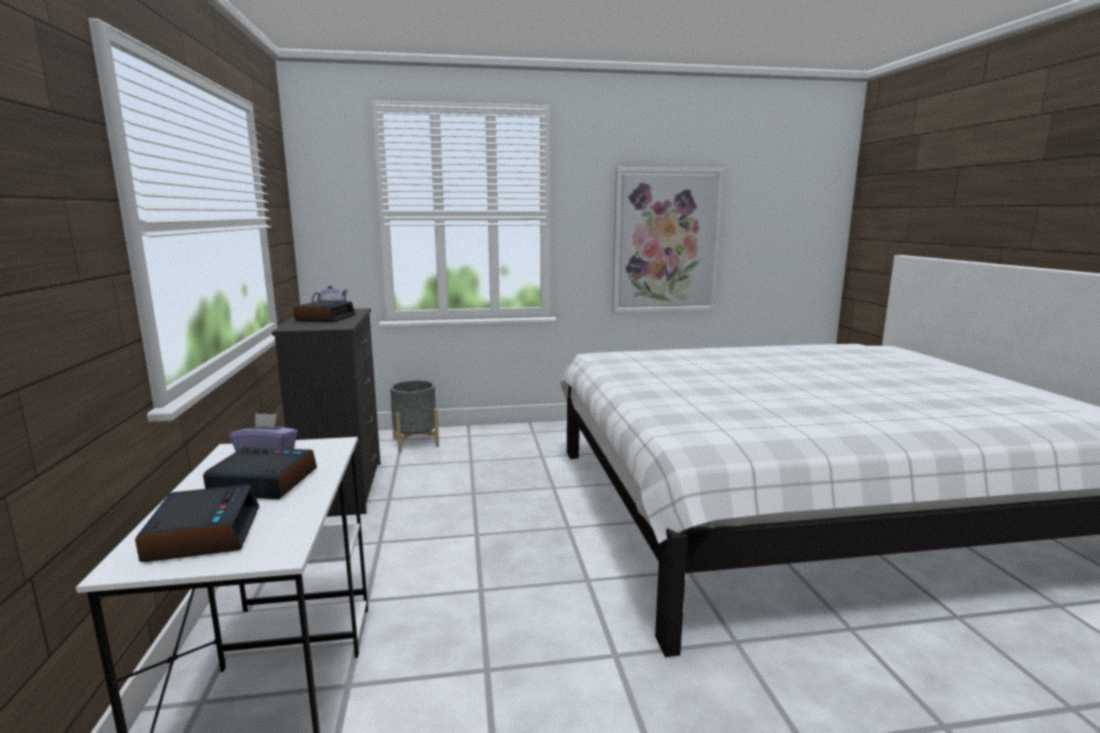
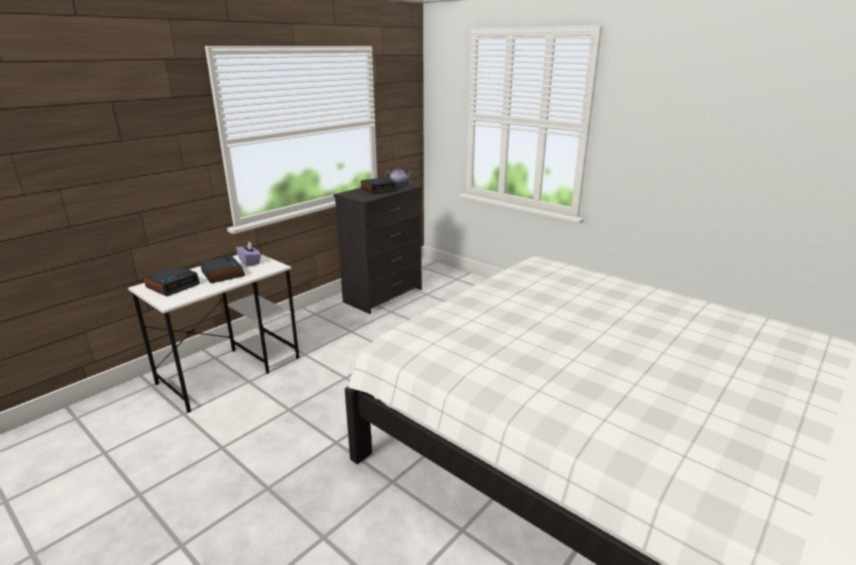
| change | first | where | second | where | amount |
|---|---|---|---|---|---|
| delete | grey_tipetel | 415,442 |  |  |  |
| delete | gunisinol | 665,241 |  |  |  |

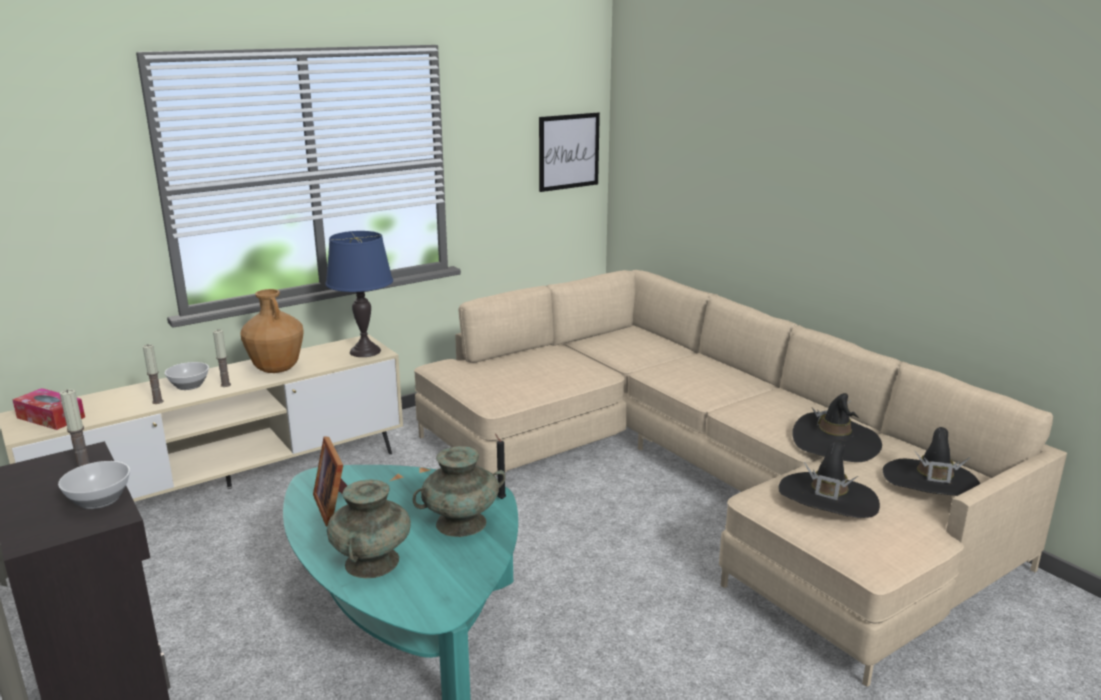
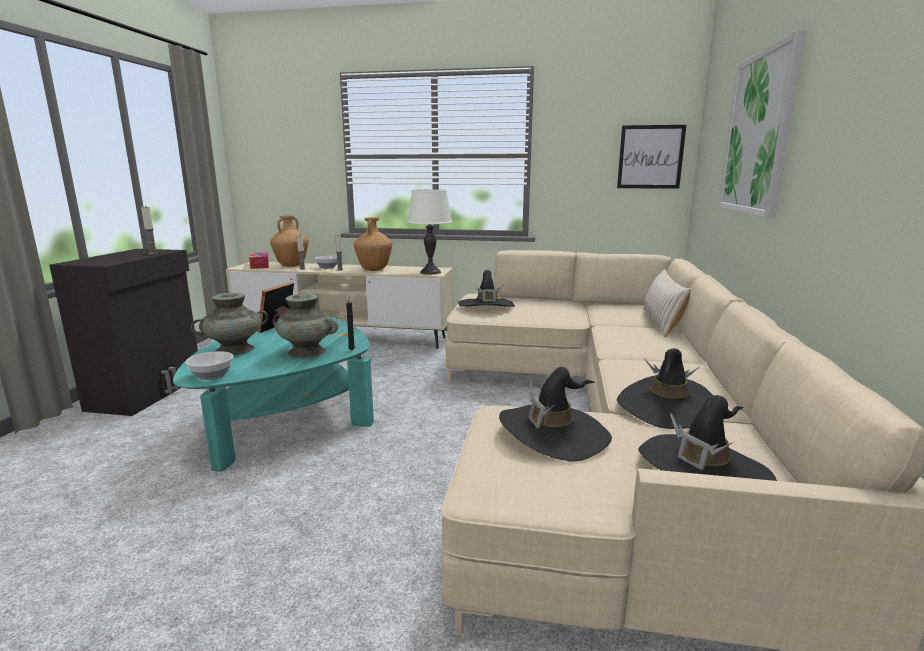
| change | first | where | second | where | amount |
|---|---|---|---|---|---|
| move | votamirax | 100,499 |  | 213,375 |  |
| insert |  |  | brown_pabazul | 292,265 |  |
| recolor | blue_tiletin | 365,351 | white_tiletin | 430,272 |  |
| insert |  |  | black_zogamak | 486,306 |  |
| insert |  |  | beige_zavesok | 661,322 |  |
| insert |  |  | gunisinol | 758,134 |  |

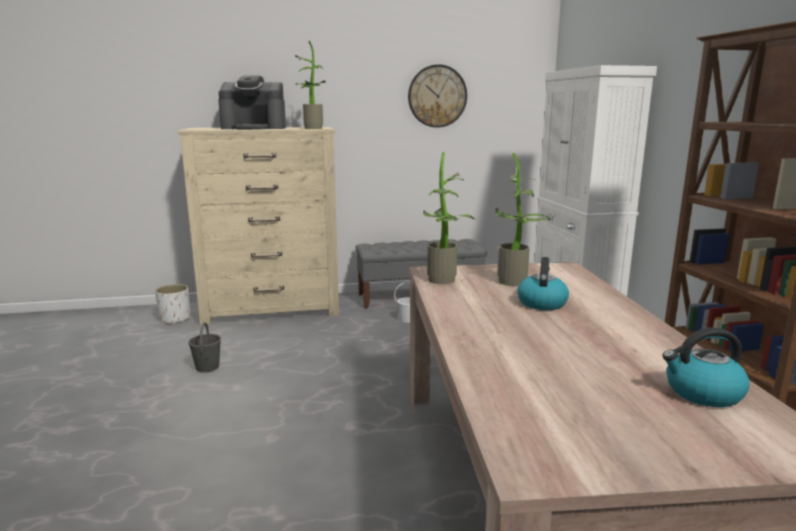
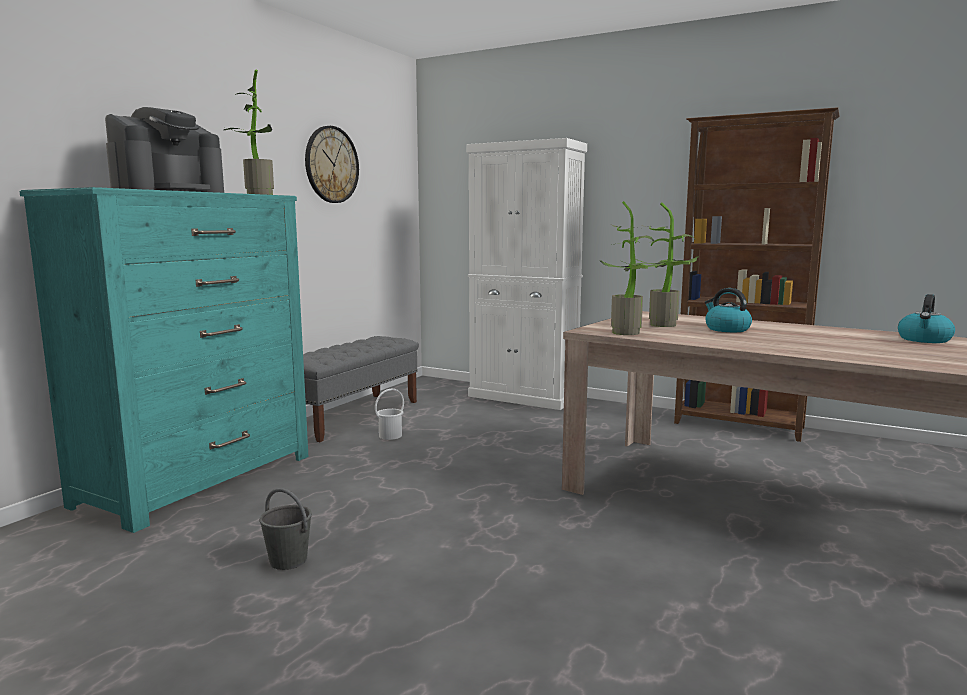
| change | first | where | second | where | amount |
|---|---|---|---|---|---|
| recolor | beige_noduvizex | 272,309 | turquoise_noduvizex | 199,479 |  |
| delete | white_tipetel | 175,319 |  |  |  |

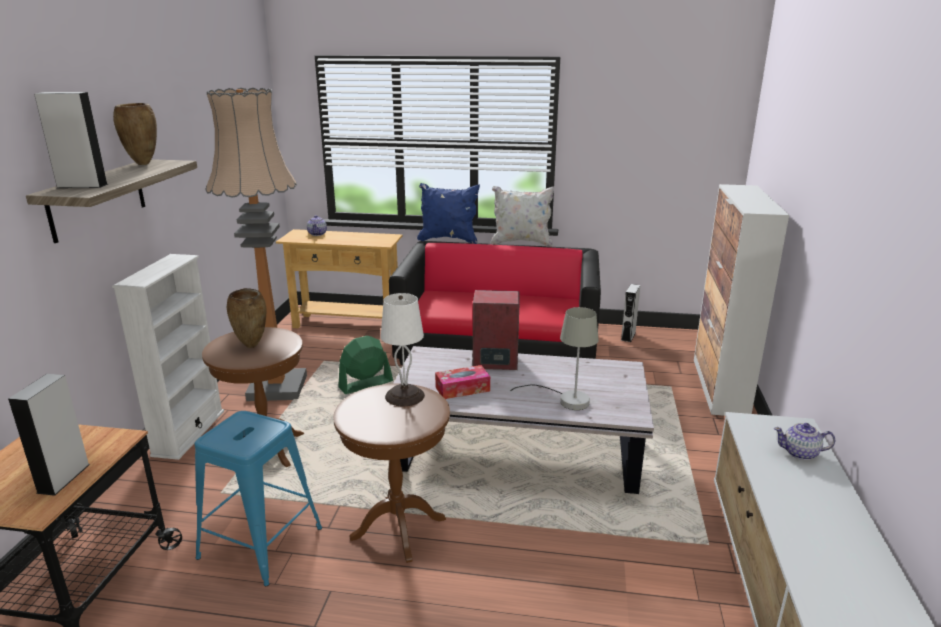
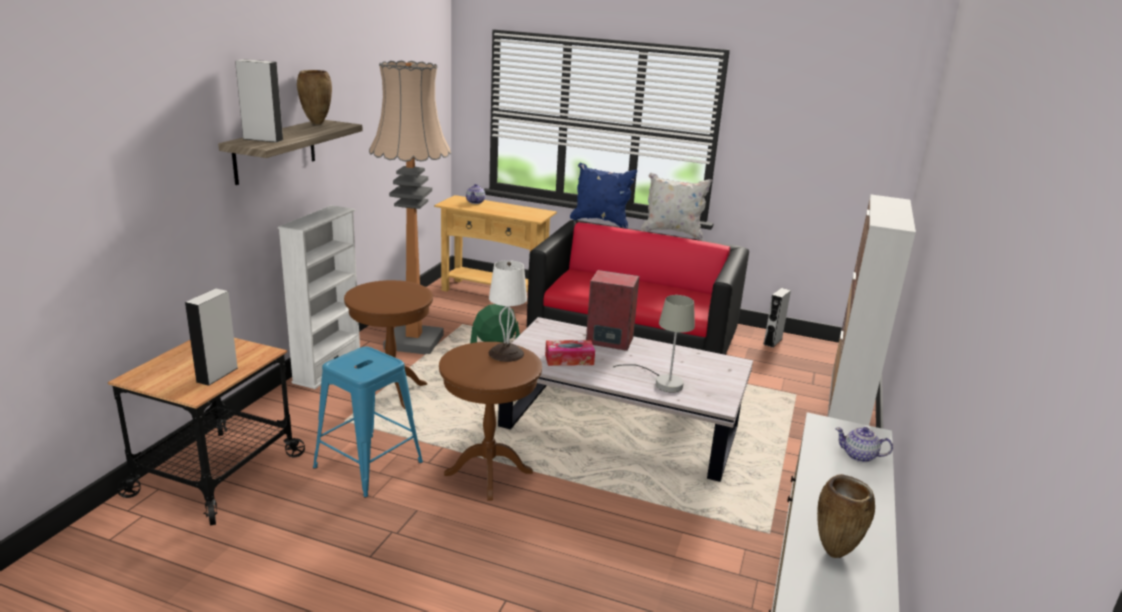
| change | first | where | second | where | amount |
|---|---|---|---|---|---|
| move | brown_pabazul | 252,346 |  | 835,554 |  |

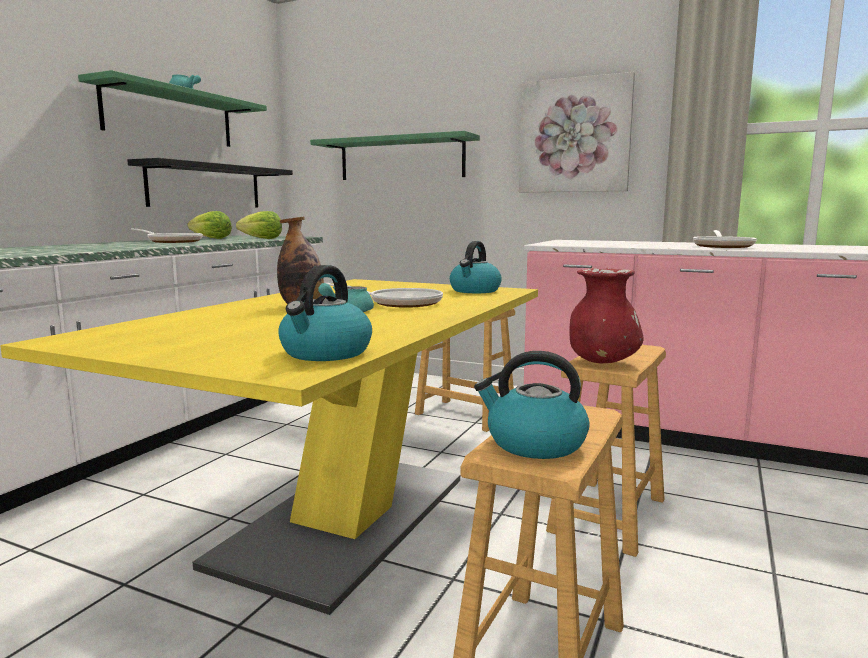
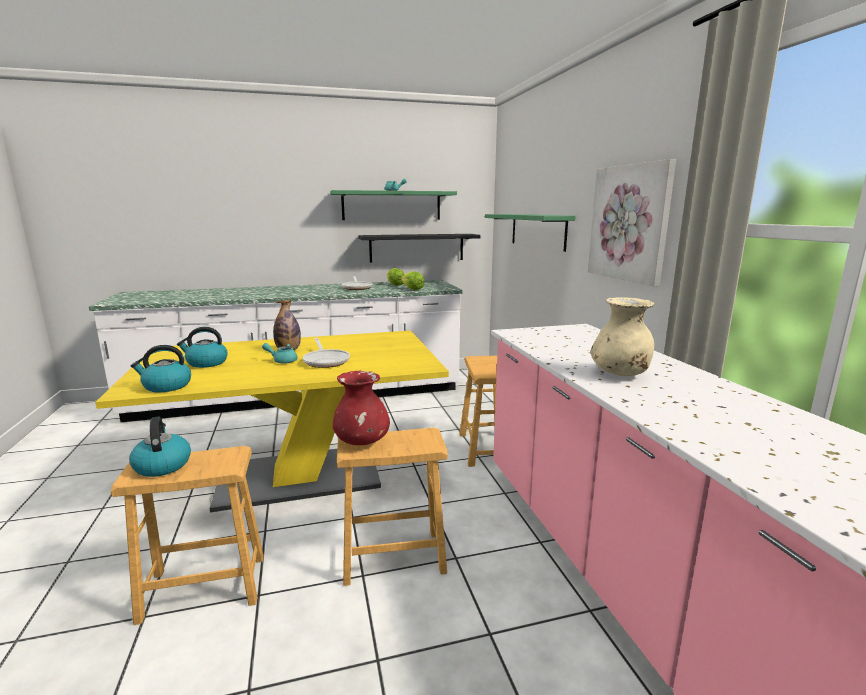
| change | first | where | second | where | amount |
|---|---|---|---|---|---|
| move | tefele | 475,291 |  | 206,363 |  |
| replace | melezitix | 723,246 | beige_pabazul | 620,374 |  |

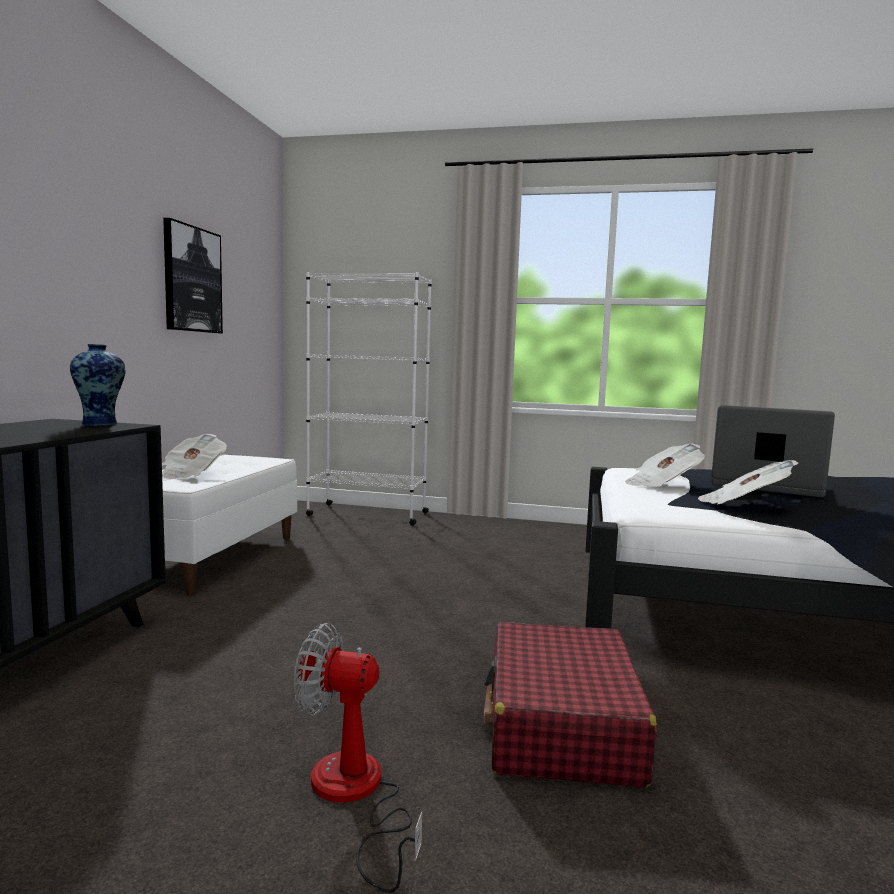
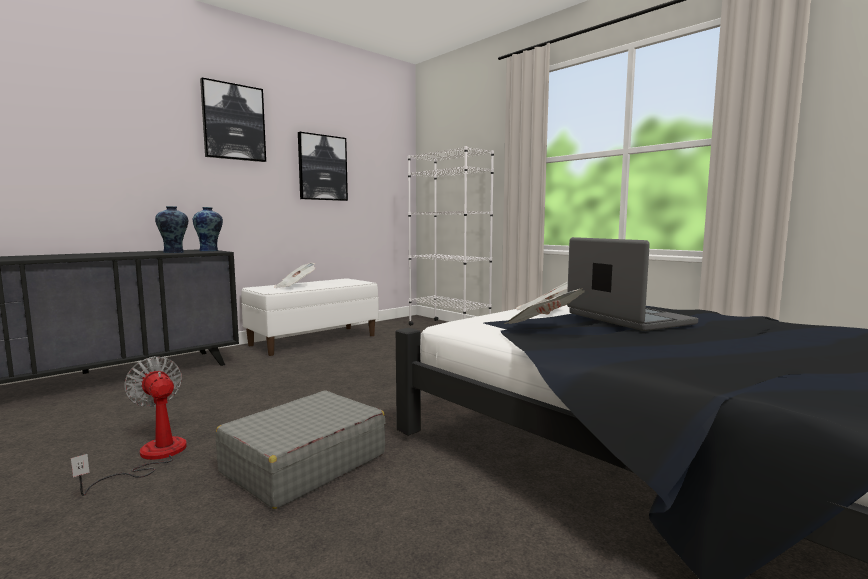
| change | first | where | second | where | amount |
|---|---|---|---|---|---|
| insert |  |  | pabazul | 174,252 |  |
| insert |  |  | gunisinol | 233,122 |  |
| recolor | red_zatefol | 561,725 | grey_zatefol | 303,463 |  |

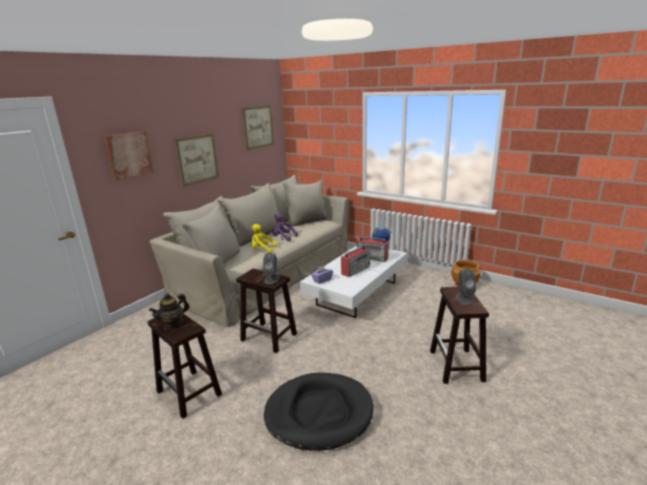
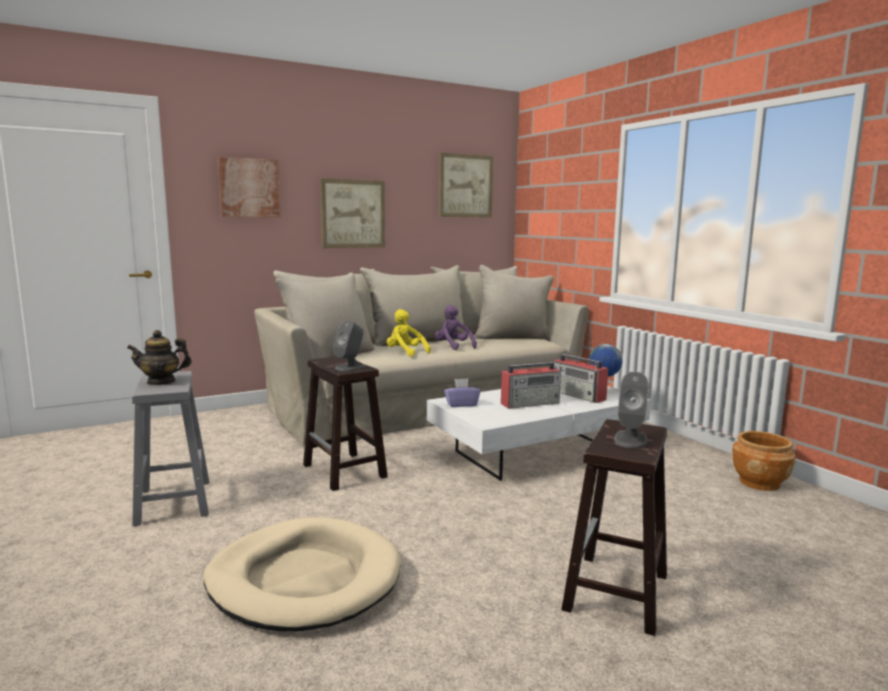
| change | first | where | second | where | amount |
|---|---|---|---|---|---|
| recolor | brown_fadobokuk | 189,393 | grey_fadobokuk | 174,503 |  |
| recolor | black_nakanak | 319,413 | beige_nakanak | 304,579 |  |

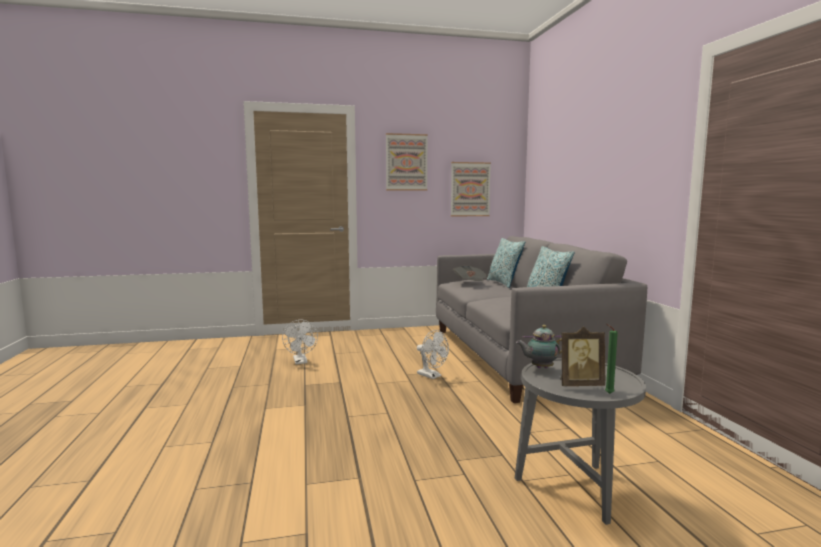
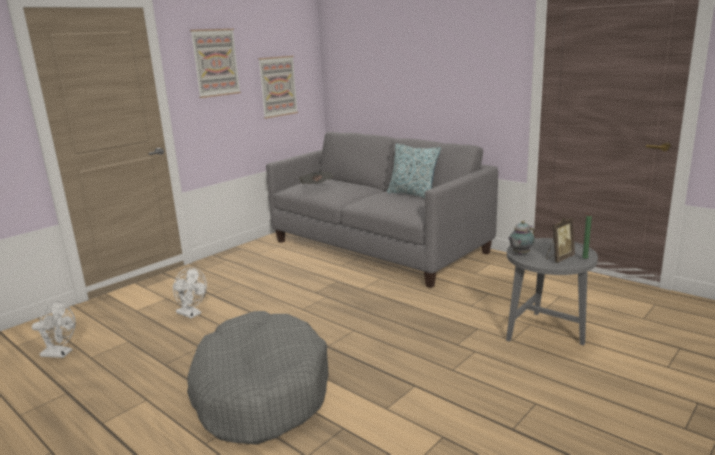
| change | first | where | second | where | amount |
|---|---|---|---|---|---|
| move | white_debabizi | 432,376 |  | 61,353 |  |
| insert |  |  | grey_nakanak | 260,391 |  |
| delete | zavesok | 504,283 |  |  |  |

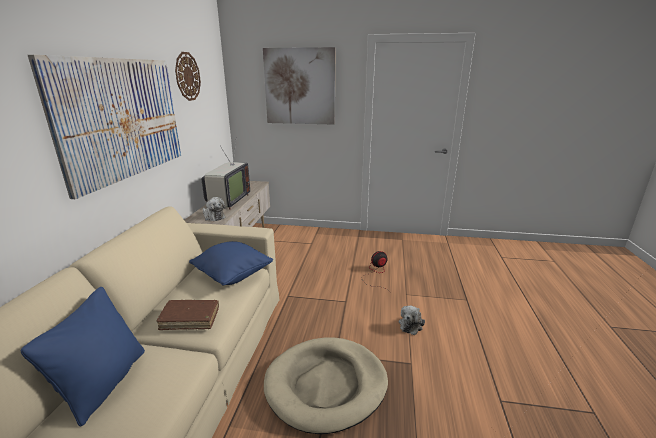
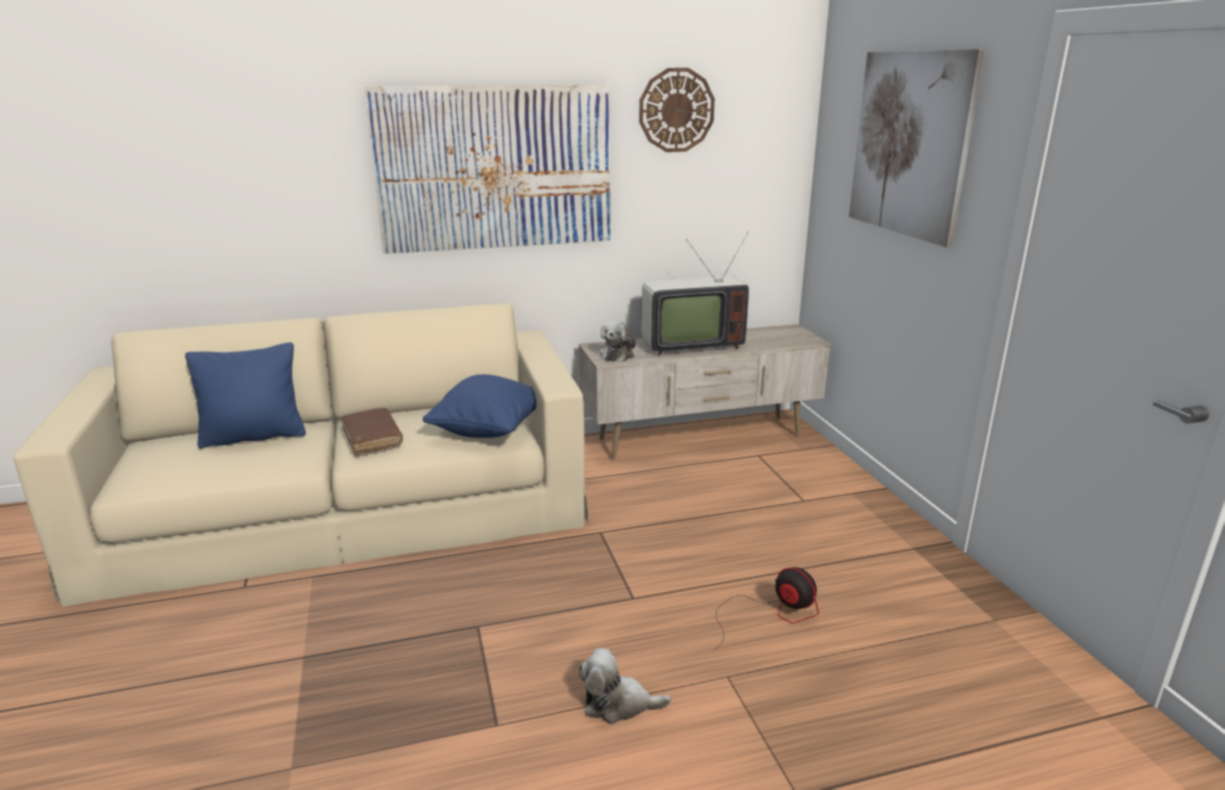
| change | first | where | second | where | amount |
|---|---|---|---|---|---|
| delete | beige_nakanak | 326,385 |  |  |  |

